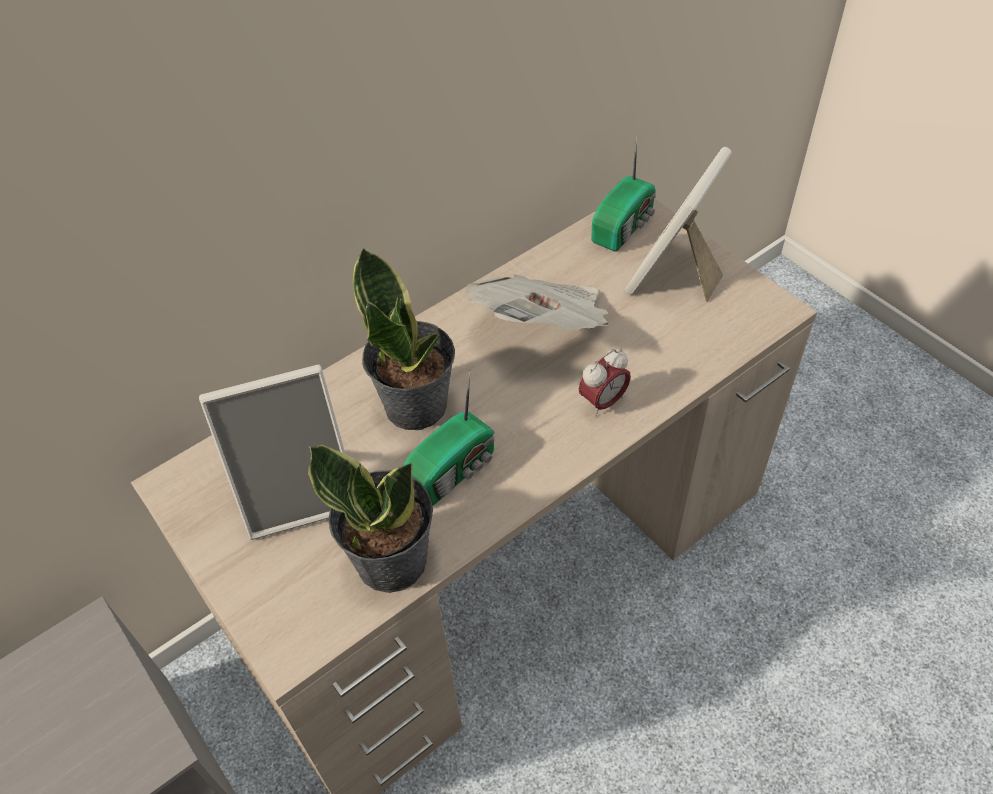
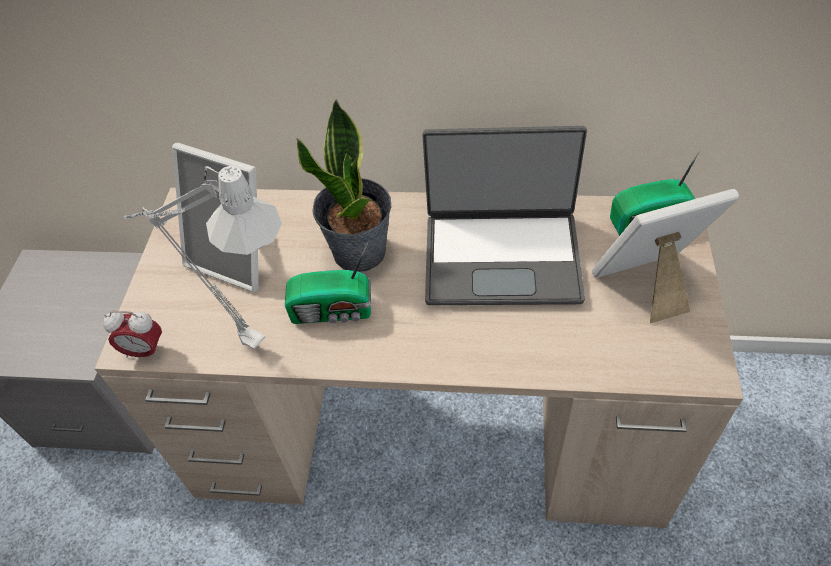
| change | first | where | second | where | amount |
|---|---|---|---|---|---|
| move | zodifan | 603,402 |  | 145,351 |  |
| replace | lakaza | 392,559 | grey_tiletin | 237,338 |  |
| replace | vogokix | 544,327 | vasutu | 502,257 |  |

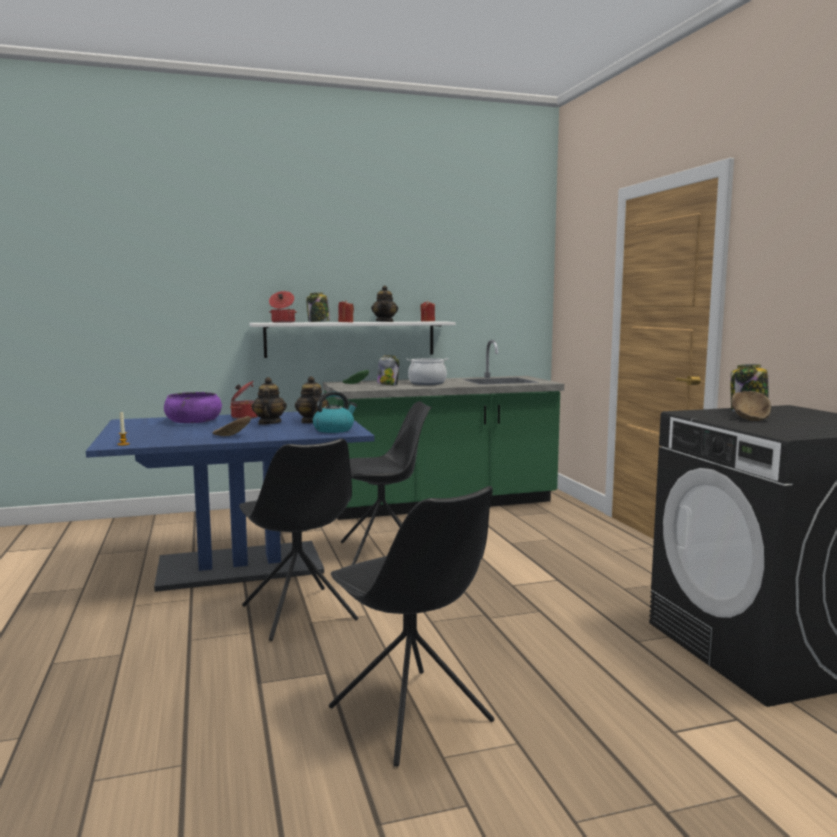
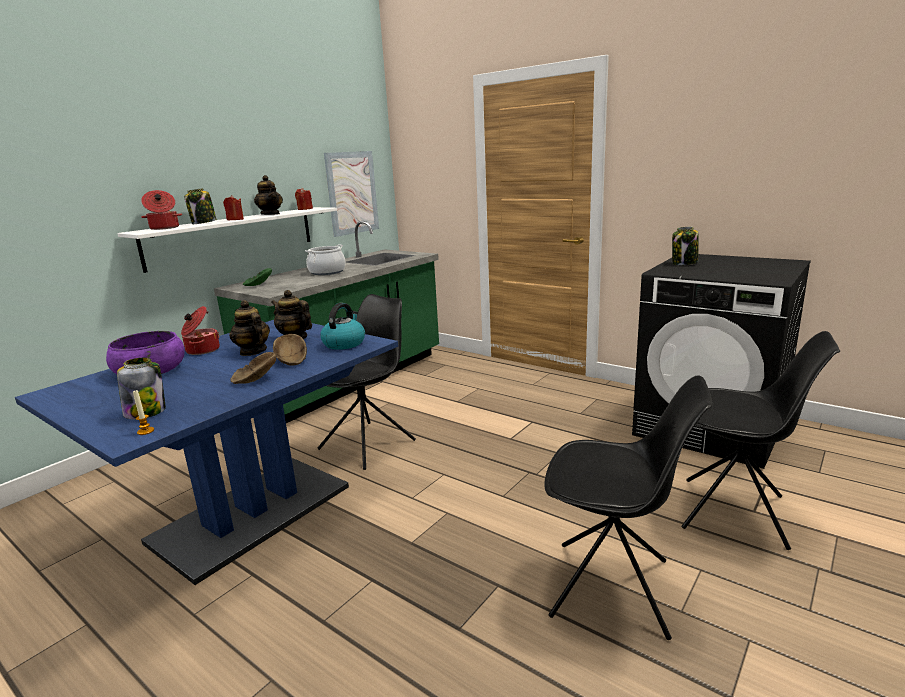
| change | first | where | second | where | amount |
|---|---|---|---|---|---|
| move | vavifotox | 387,384 |  | 146,412 |  |
| move | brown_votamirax | 749,418 |  | 291,361 |  |
| insert |  |  | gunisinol | 352,193 |  |
| move | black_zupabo | 299,614 |  | 736,513 |  |

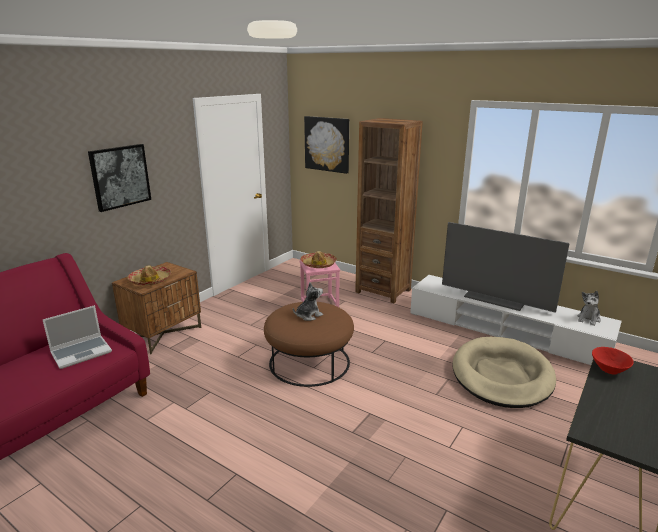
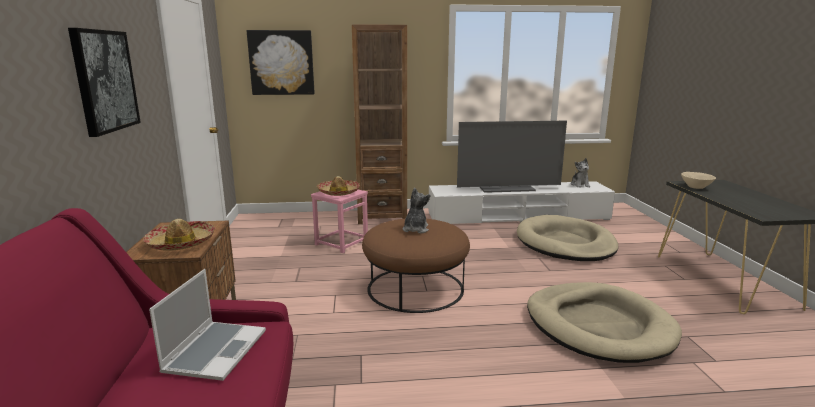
| change | first | where | second | where | amount |
|---|---|---|---|---|---|
| insert |  |  | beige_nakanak | 598,326 |  |
| recolor | red_votamirax | 609,370 | beige_votamirax | 696,187 |  |

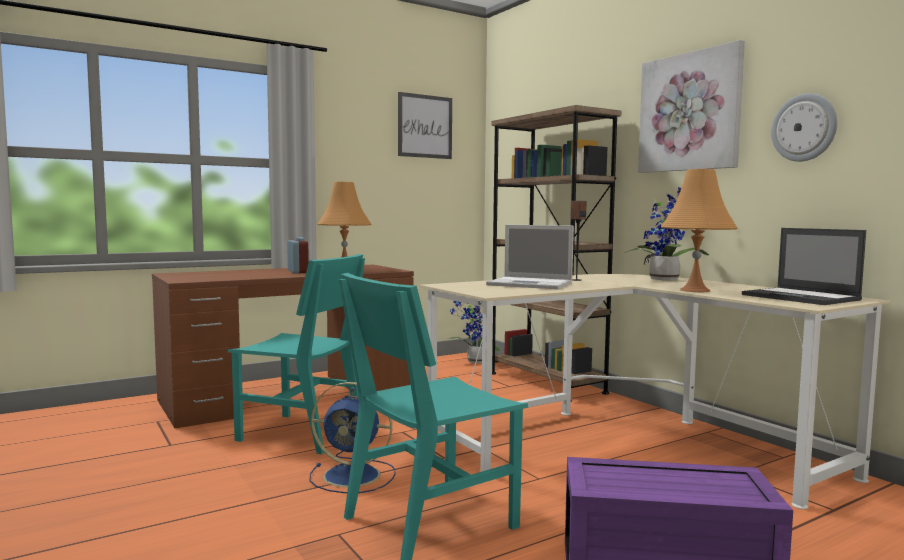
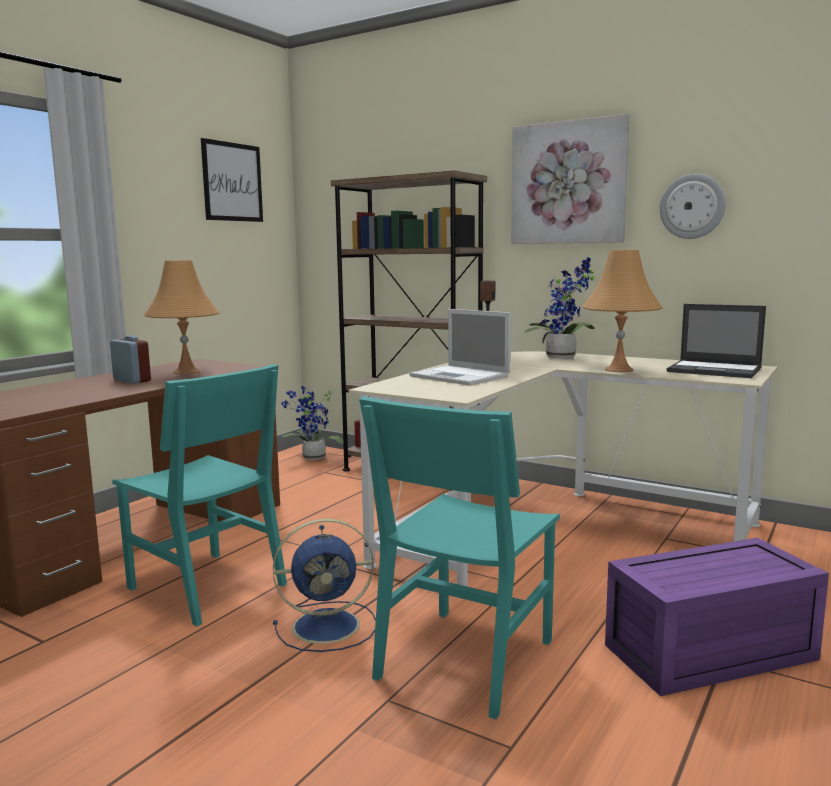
| change | first | where | second | where | amount |
|---|---|---|---|---|---|
| rotate | turquoise_zupabo | 301,433 |  | 206,586 | 45 degrees clockwise |
| rotate | vasutu | 531,284 |  | 461,376 | 45 degrees clockwise |

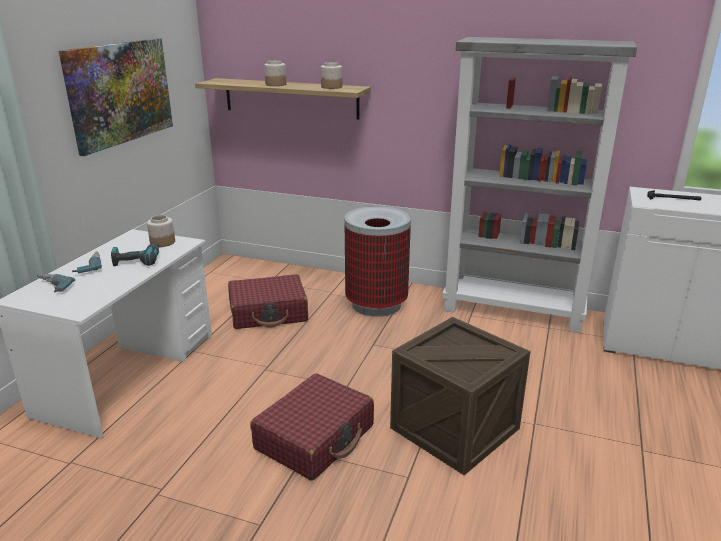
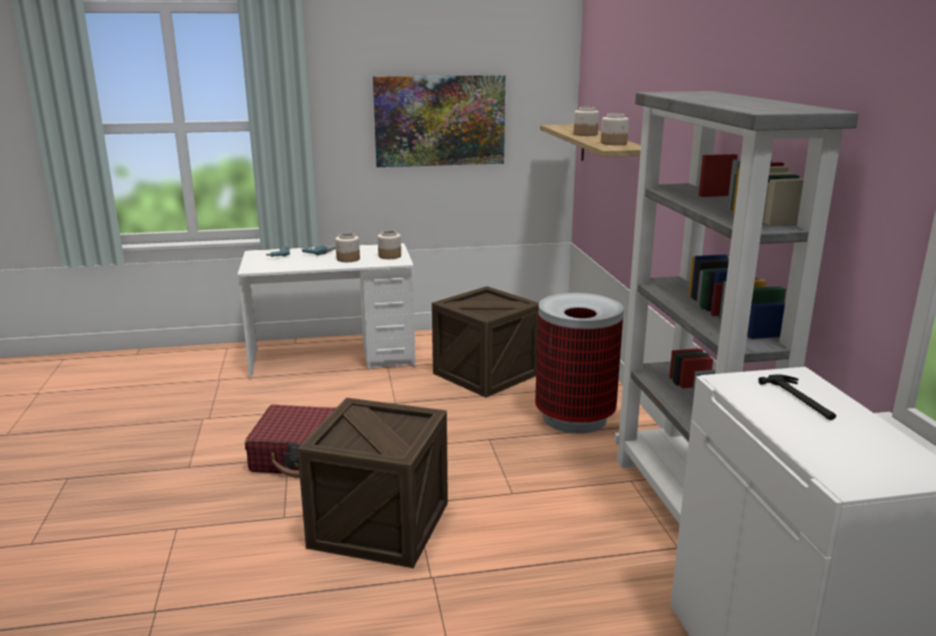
| change | first | where | second | where | amount |
|---|---|---|---|---|---|
| replace | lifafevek | 137,260 | vavifotox | 348,259 |  |
| replace | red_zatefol | 268,312 | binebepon | 486,374 |  |

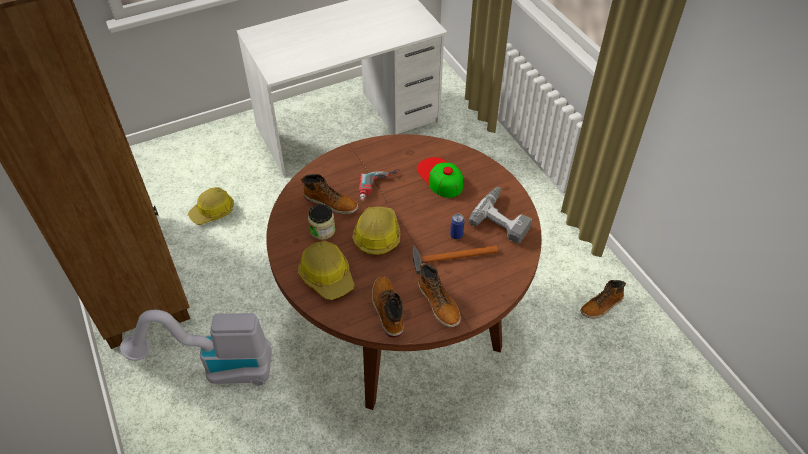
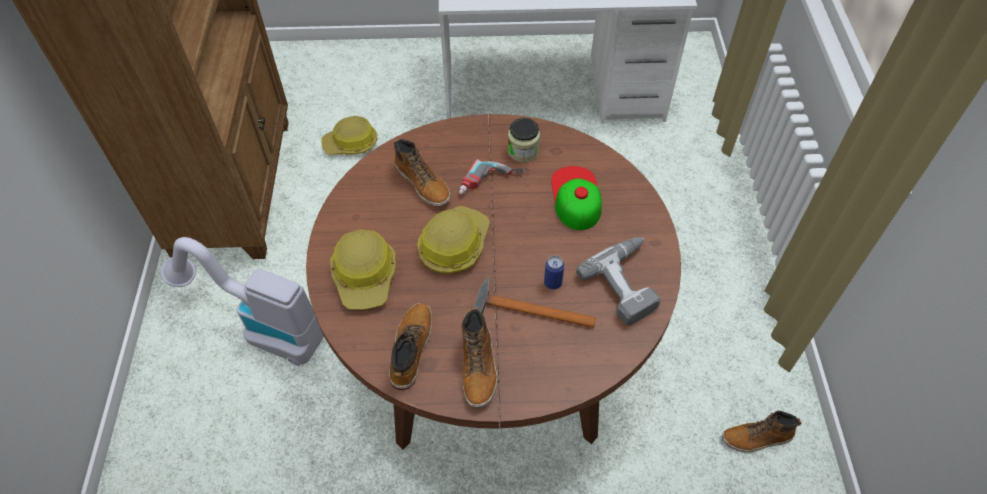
| change | first | where | second | where | amount |
|---|---|---|---|---|---|
| move | vavifotox | 322,230 |  | 523,151 |  |

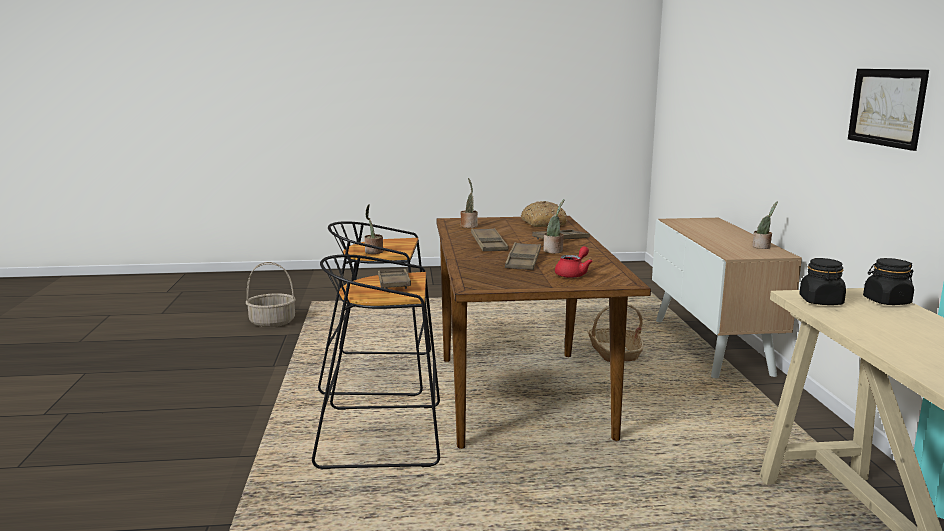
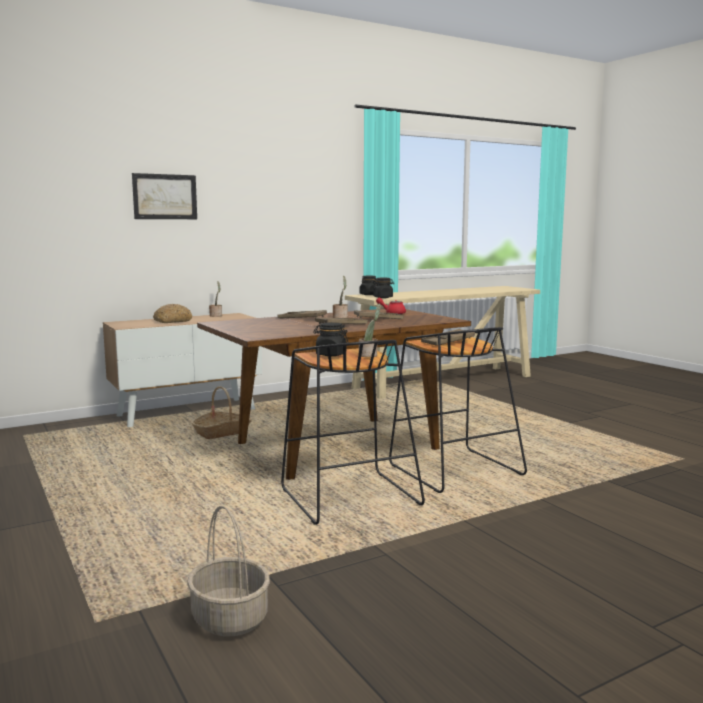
| change | first | where | second | where | amount |
|---|---|---|---|---|---|
| move | gunisinol | 886,107 |  | 165,196 |  |
| move | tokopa | 542,223 |  | 172,321 |  |
| insert |  |  | black_vavifotox | 331,354 |  |
| delete | lakaza | 469,226 |  |  |  |

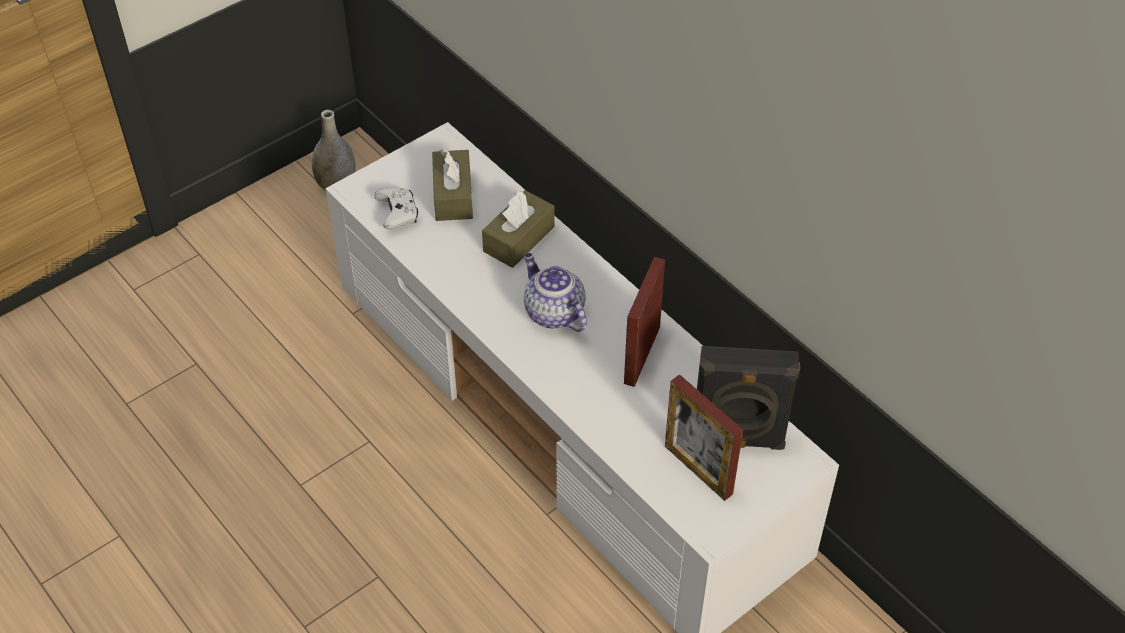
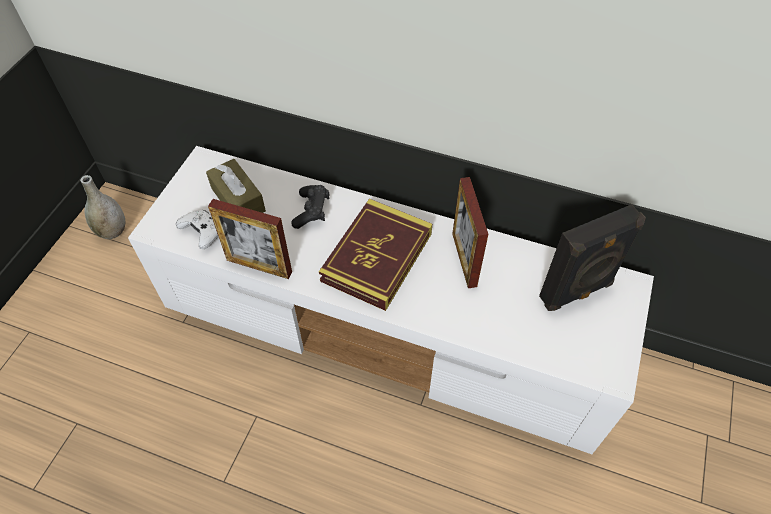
| change | first | where | second | where | amount |
|---|---|---|---|---|---|
| move | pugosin | 698,470 |  | 259,266 |  |
| replace | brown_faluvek | 519,239 | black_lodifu | 312,211 |  |
| replace | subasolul | 553,312 | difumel | 377,257 |  |

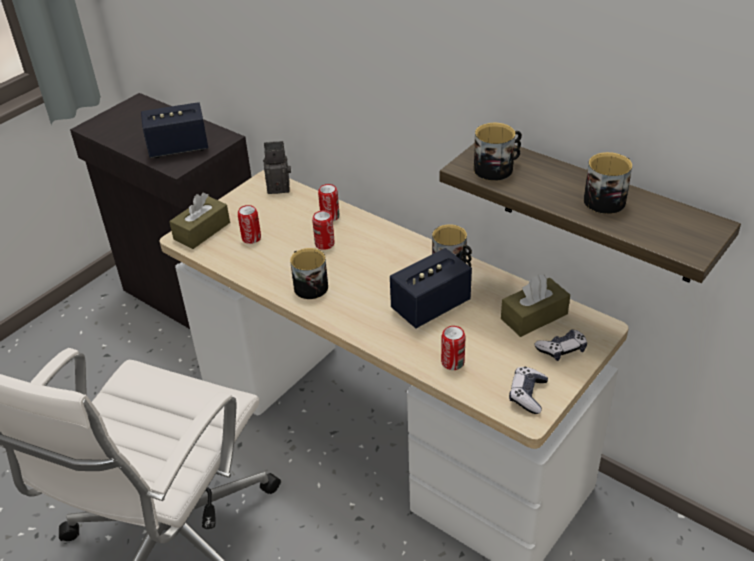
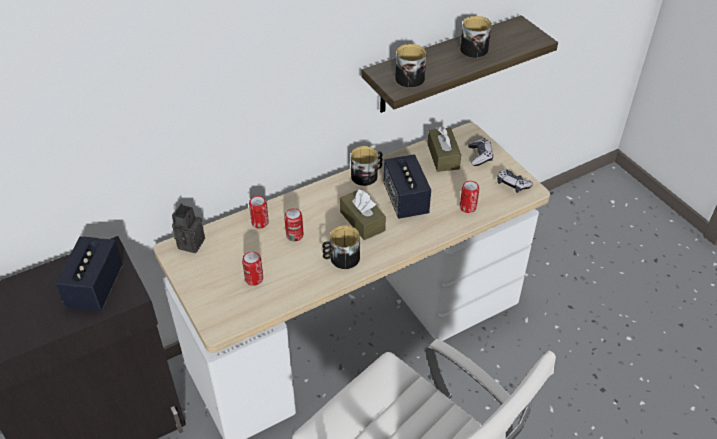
| change | first | where | second | where | amount |
|---|---|---|---|---|---|
| move | brown_faluvek | 202,231 |  | 362,221 |  |

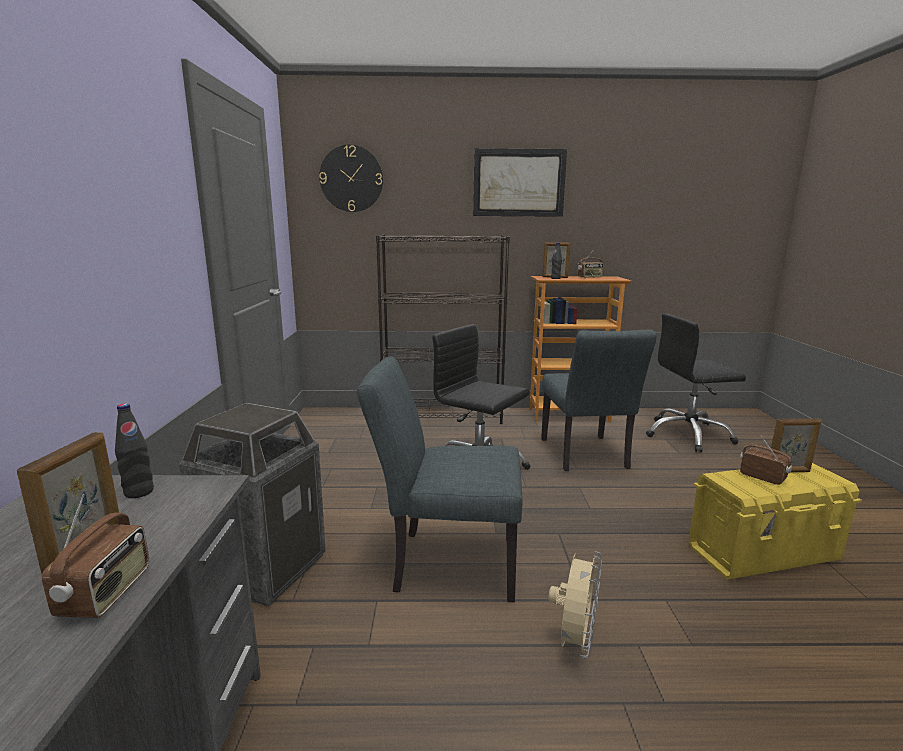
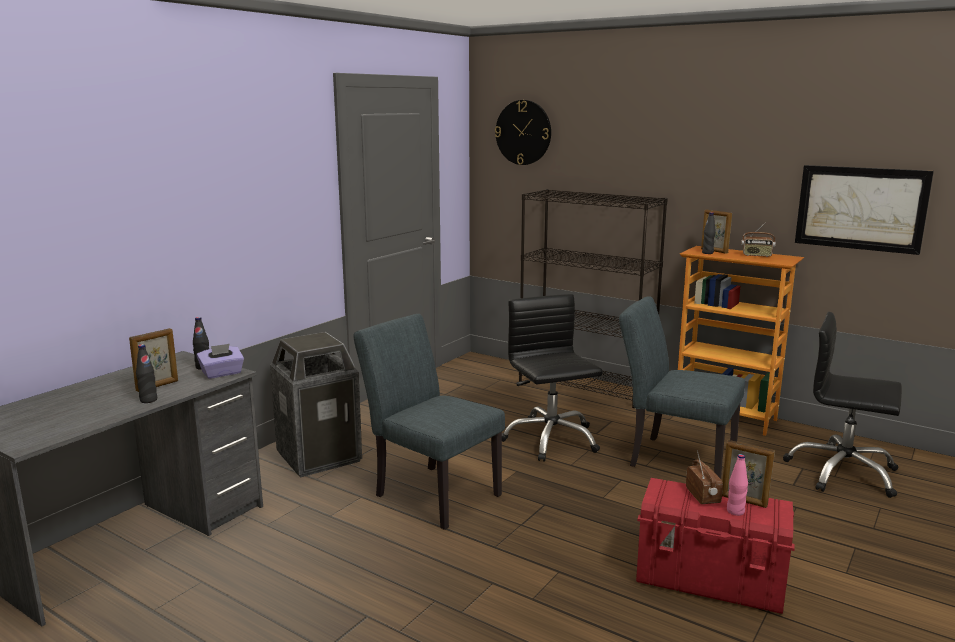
| change | first | where | second | where | amount |
|---|---|---|---|---|---|
| replace | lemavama | 107,593 | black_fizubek | 148,400 |  |
| insert |  |  | purple_faluvek | 222,373 |  |
| rotate | grey_zupabo | 586,456 |  | 674,458 | 90 degrees clockwise |
| recolor | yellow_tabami | 763,554 | red_tabami | 710,582 |  |
| insert |  |  | pink_fizubek | 735,511 |  |
| move | gunisinol | 518,183 |  | 860,208 |  |
| delete | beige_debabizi | 574,641 |  |  |  |

